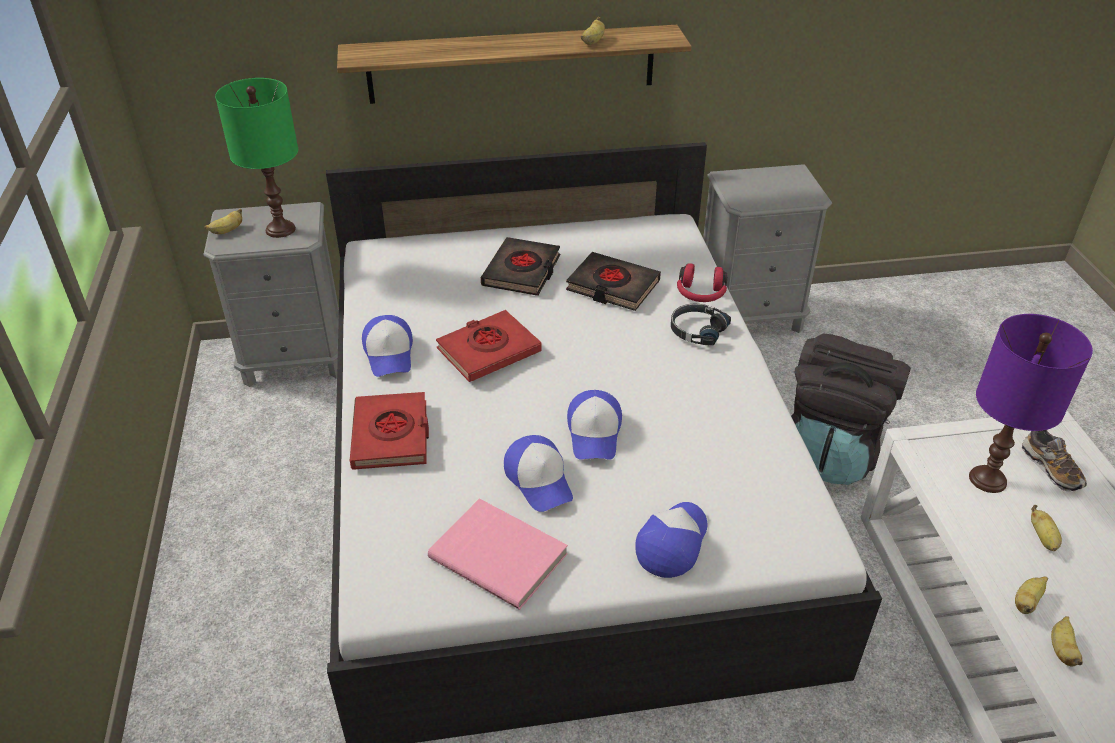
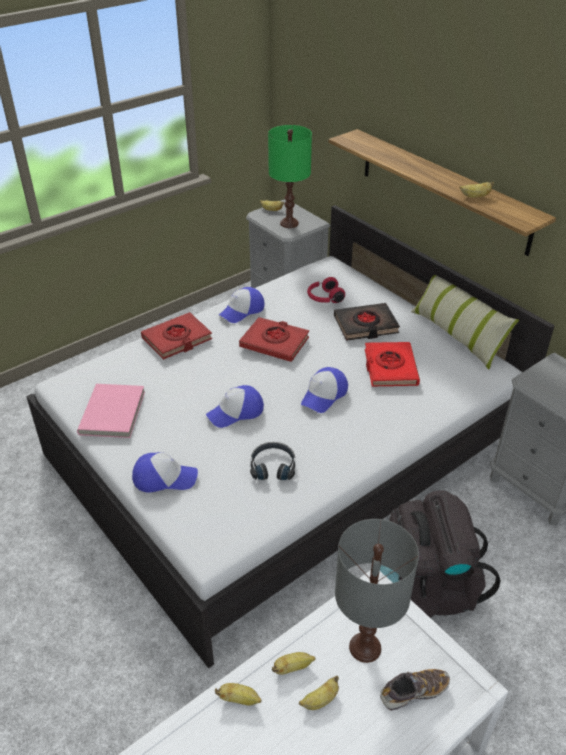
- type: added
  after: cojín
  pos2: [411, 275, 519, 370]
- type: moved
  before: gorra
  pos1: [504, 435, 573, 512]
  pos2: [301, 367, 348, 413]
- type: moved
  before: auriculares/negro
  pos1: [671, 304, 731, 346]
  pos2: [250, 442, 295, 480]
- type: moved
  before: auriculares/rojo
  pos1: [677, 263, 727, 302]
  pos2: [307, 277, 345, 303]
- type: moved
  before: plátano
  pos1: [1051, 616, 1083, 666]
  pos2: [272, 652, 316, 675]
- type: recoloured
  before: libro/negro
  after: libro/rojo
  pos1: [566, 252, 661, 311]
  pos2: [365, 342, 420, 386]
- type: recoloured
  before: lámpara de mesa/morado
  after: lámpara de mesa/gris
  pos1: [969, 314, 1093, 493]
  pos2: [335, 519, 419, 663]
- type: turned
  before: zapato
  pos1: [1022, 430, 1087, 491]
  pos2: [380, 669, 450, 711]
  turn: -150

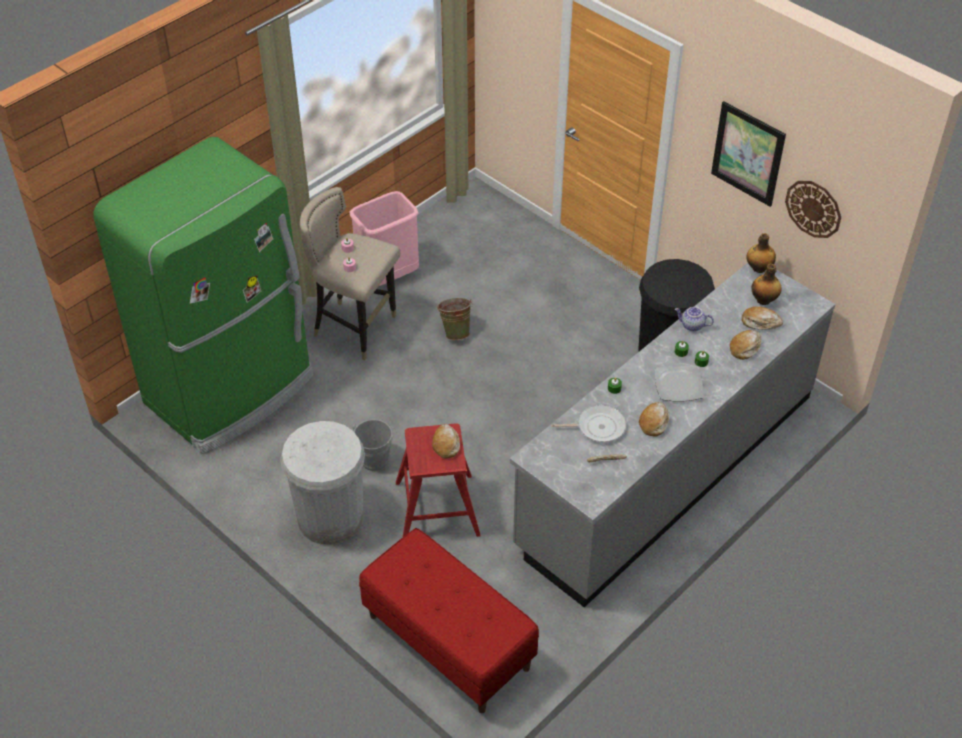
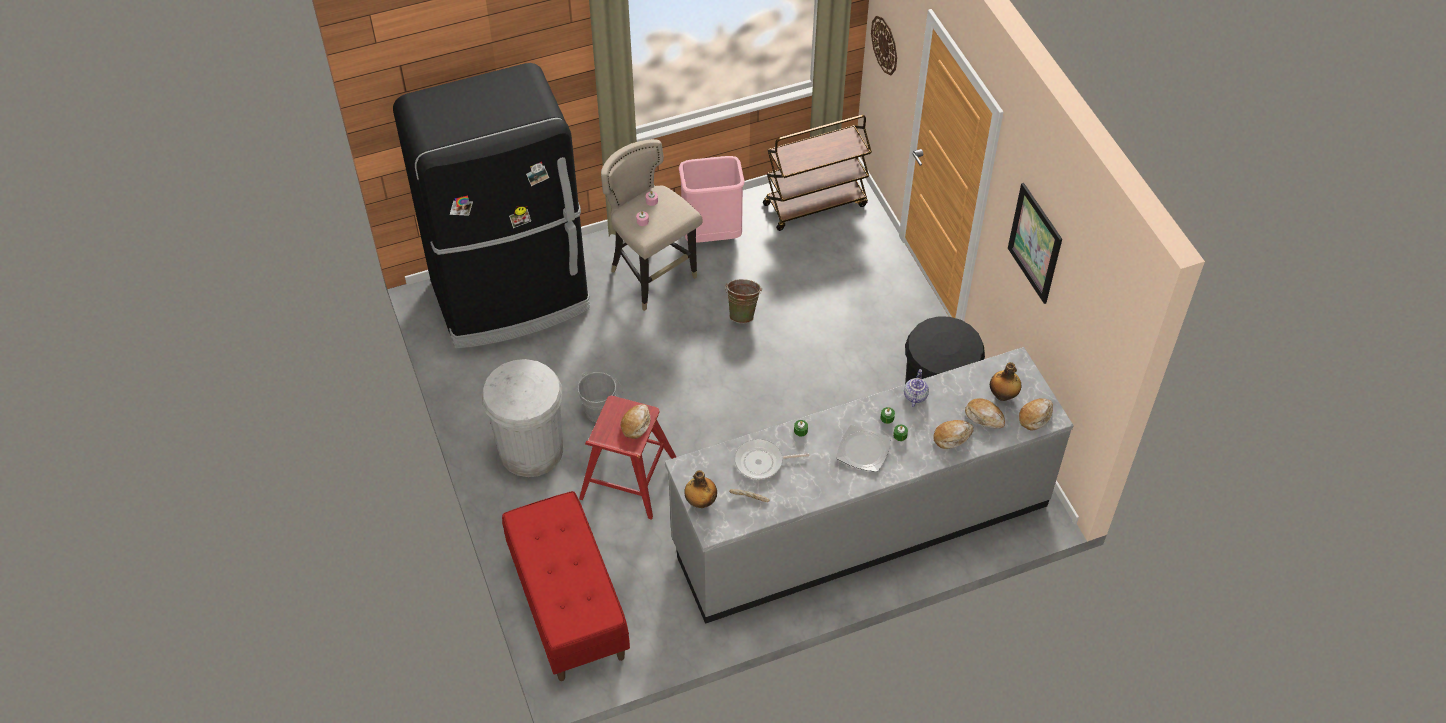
- type: added
  after: carrito/marrón
  pos2: [763, 115, 872, 231]
- type: moved
  before: pan
  pos1: [639, 402, 669, 437]
  pos2: [1019, 398, 1053, 430]
- type: moved
  before: botella
  pos1: [746, 233, 776, 273]
  pos2: [684, 470, 717, 508]
- type: moved
  before: reloj de pared
  pos1: [785, 181, 841, 238]
  pos2: [871, 16, 897, 75]
- type: recoloured
  before: nevera/verde
  after: nevera/negro
  pos1: [93, 137, 313, 454]
  pos2: [393, 63, 590, 348]
- type: turned
  before: sartén
  pos1: [551, 405, 626, 442]
  pos2: [735, 439, 809, 479]
  turn: 150
- type: turned
  before: tetera
  pos1: [675, 307, 714, 331]
  pos2: [904, 369, 929, 407]
  turn: 60

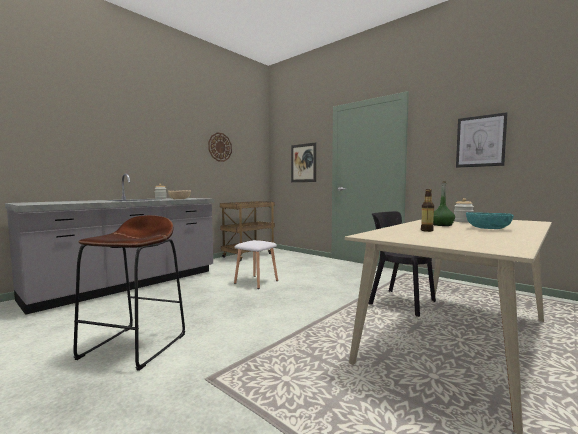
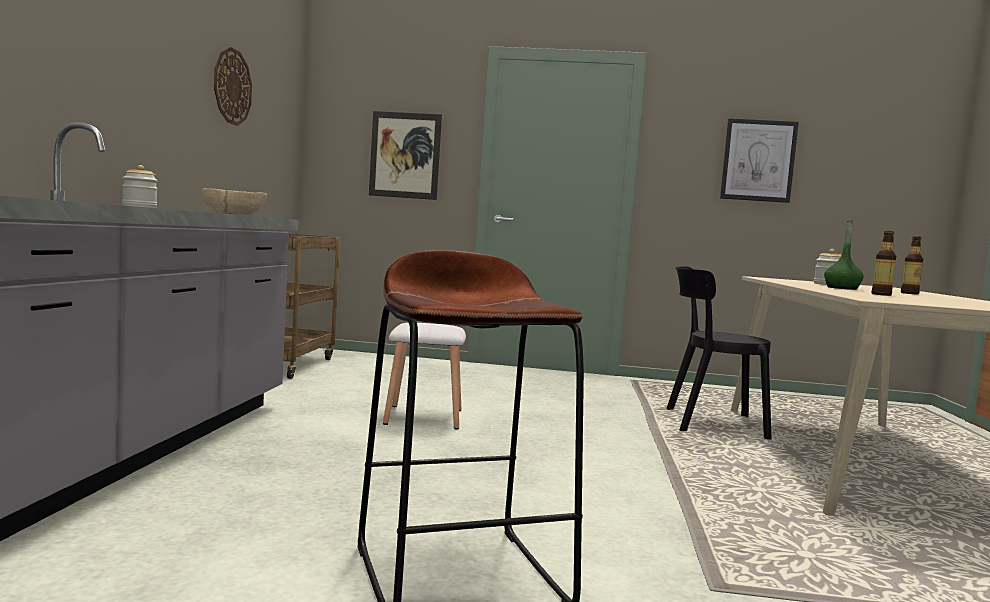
- type: replaced
  before: cuenco/turquesa
  after: botella
  pos1: [466, 212, 514, 229]
  pos2: [901, 236, 923, 295]

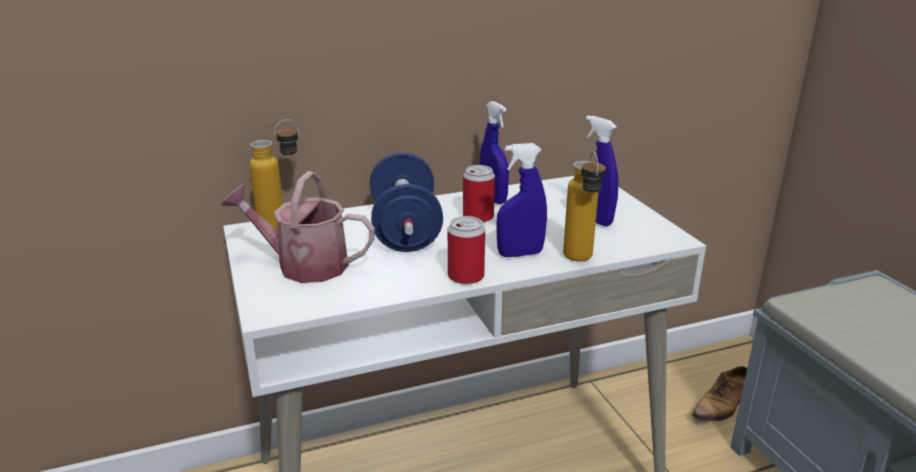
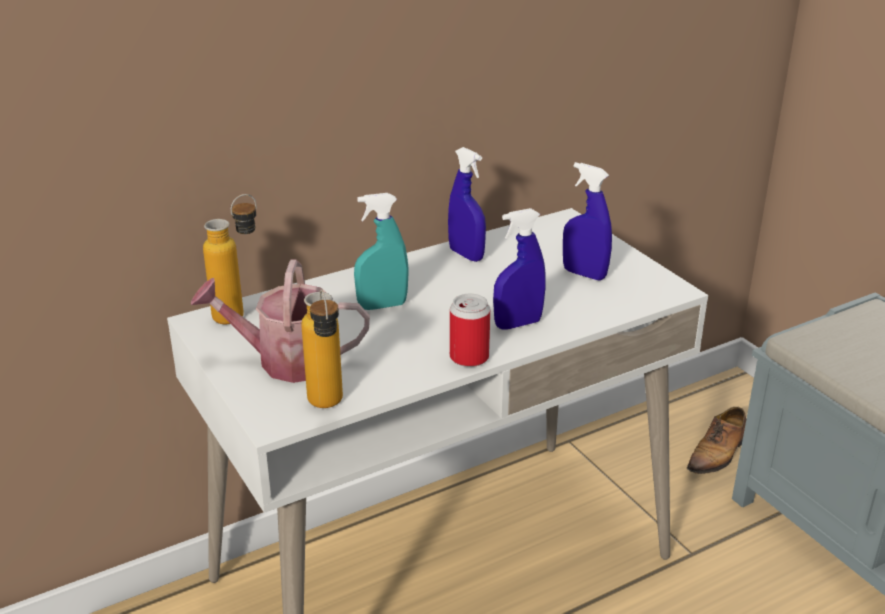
- type: removed
  before: lata
  pos1: [463, 165, 495, 222]
- type: moved
  before: botella
  pos1: [563, 152, 606, 261]
  pos2: [301, 289, 343, 408]
- type: replaced
  before: mancuerna/azul
  after: pulverizador/turquesa
  pos1: [370, 152, 443, 252]
  pos2: [354, 193, 409, 310]

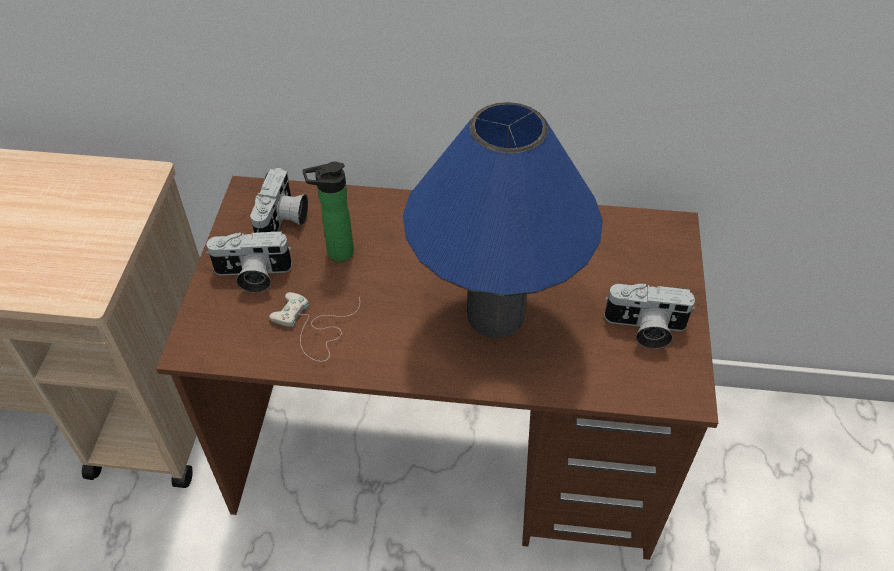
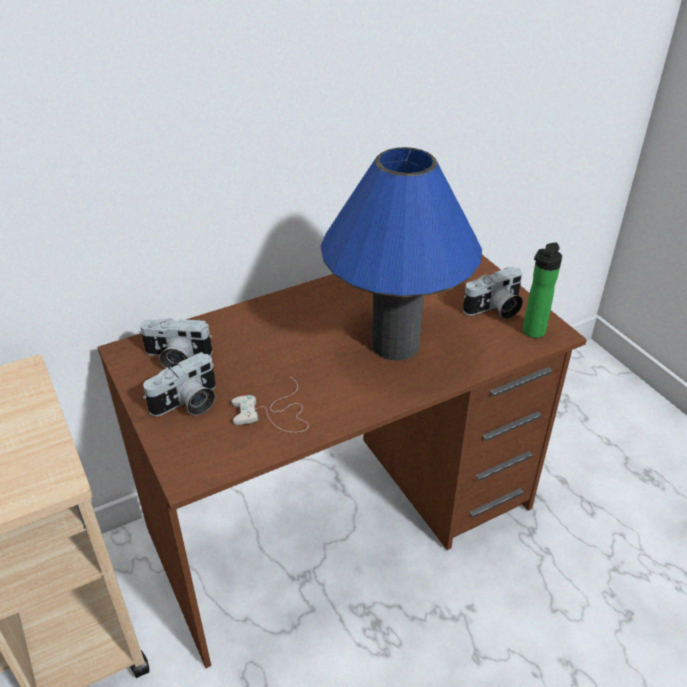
- type: moved
  before: botella
  pos1: [303, 162, 354, 262]
  pos2: [523, 243, 562, 338]
- type: turned
  before: cámara
  pos1: [250, 168, 308, 233]
  pos2: [139, 318, 213, 369]
  turn: 120

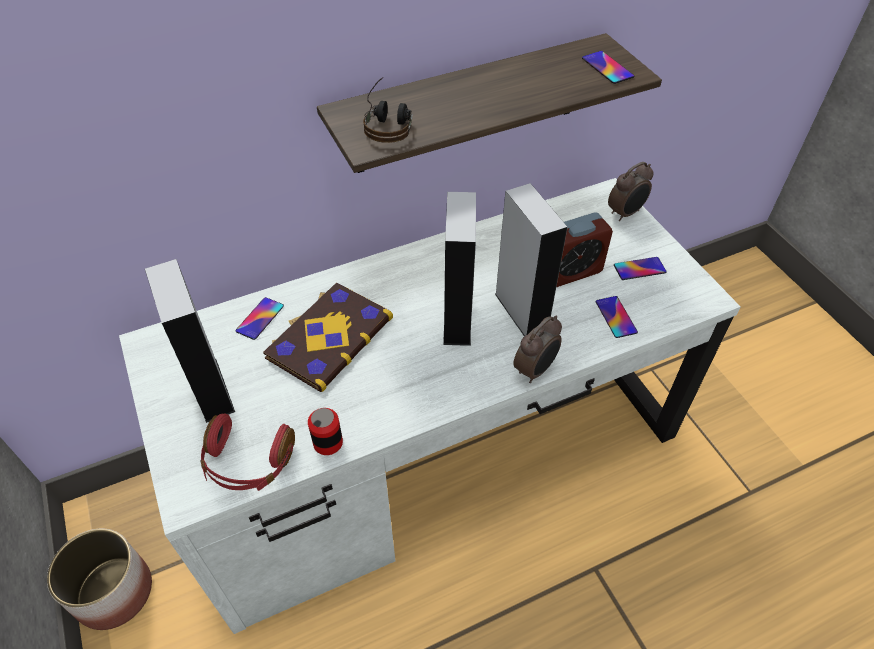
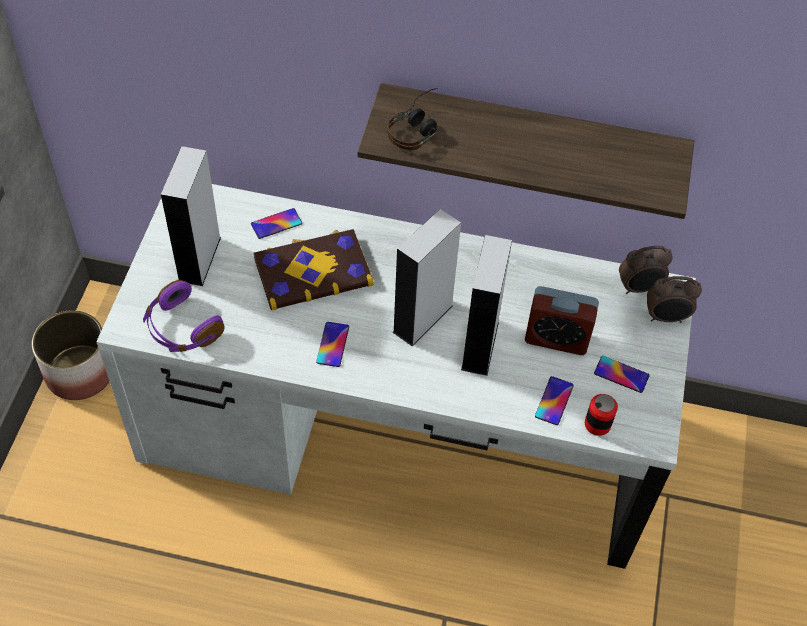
- type: moved
  before: lata
  pos1: [308, 408, 343, 455]
  pos2: [585, 394, 618, 436]
- type: moved
  before: despertador
  pos1: [513, 316, 562, 383]
  pos2: [619, 246, 673, 294]
- type: moved
  before: móvil
  pos1: [582, 51, 634, 84]
  pos2: [316, 322, 349, 367]
- type: recoloured
  before: auriculares/rojo
  after: auriculares/morado
  pos1: [201, 413, 295, 491]
  pos2: [143, 280, 225, 352]

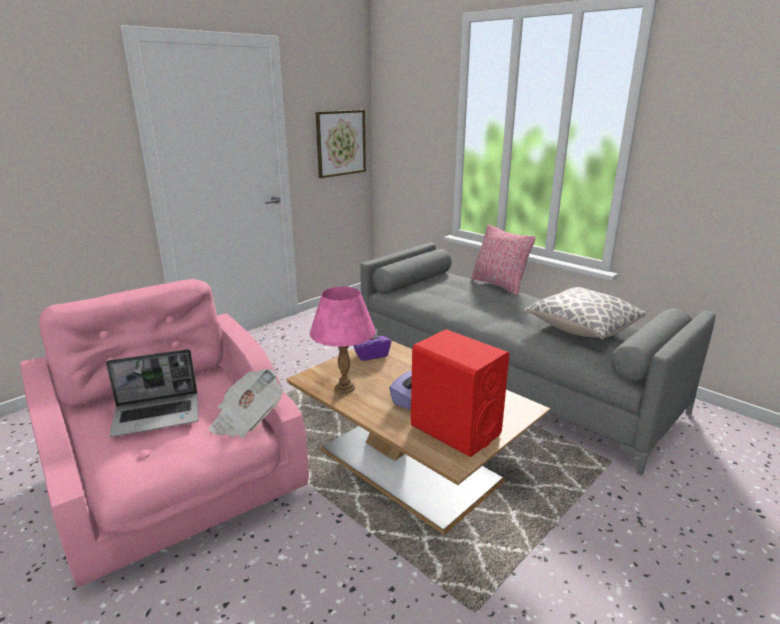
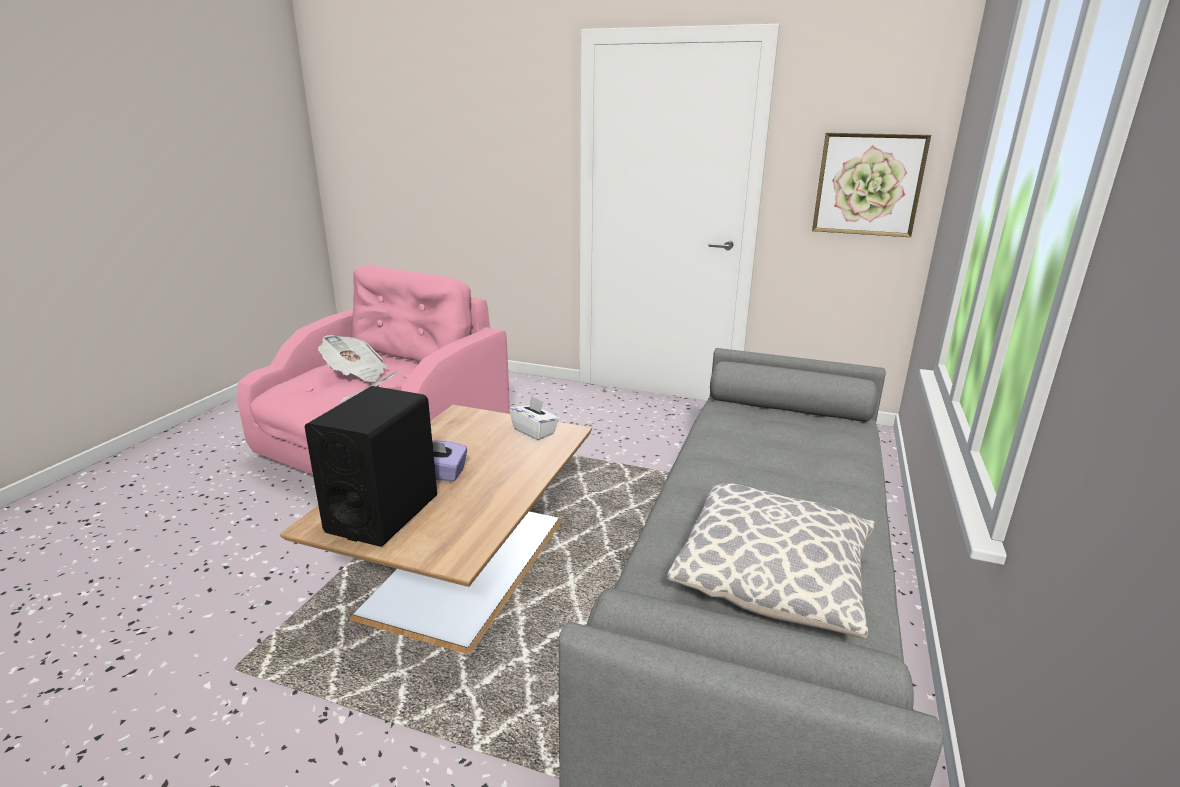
- type: removed
  before: lámpara de mesa/rosa
  pos1: [310, 287, 376, 393]
- type: removed
  before: cojín/rosa
  pos1: [471, 225, 536, 295]
- type: replaced
  before: portátil
  after: periódico
  pos1: [106, 349, 198, 437]
  pos2: [318, 335, 387, 382]
- type: recoloured
  before: caja de pañuelos/morado
  after: caja de pañuelos/blanco
  pos1: [353, 328, 391, 361]
  pos2: [509, 396, 559, 440]
- type: recoloured
  before: altavoz/rojo
  after: altavoz/negro
  pos1: [411, 329, 510, 457]
  pos2: [305, 386, 437, 547]

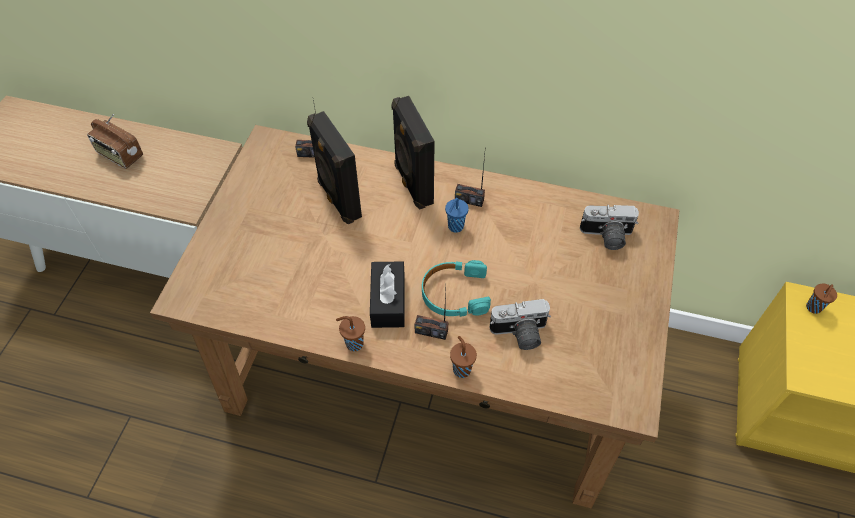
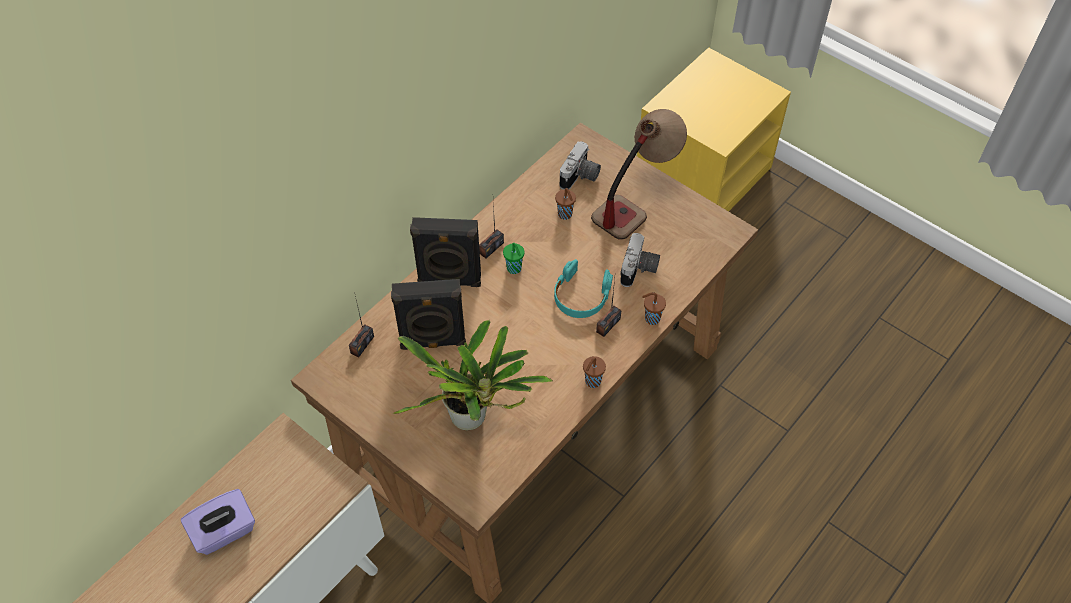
- type: removed
  before: caja de pañuelos/negro
  pos1: [370, 262, 405, 328]
- type: added
  after: planta en maceta
  pos2: [393, 320, 553, 430]
- type: added
  after: lámpara de mesa
  pos2: [591, 109, 687, 240]
- type: moved
  before: taza/marrón
  pos1: [806, 284, 837, 314]
  pos2: [555, 188, 576, 220]
- type: replaced
  before: radio
  after: caja de pañuelos/morado
  pos1: [87, 114, 143, 169]
  pos2: [181, 489, 255, 555]
- type: recoloured
  before: taza/azul
  after: taza/verde
  pos1: [445, 198, 469, 233]
  pos2: [503, 243, 524, 274]

